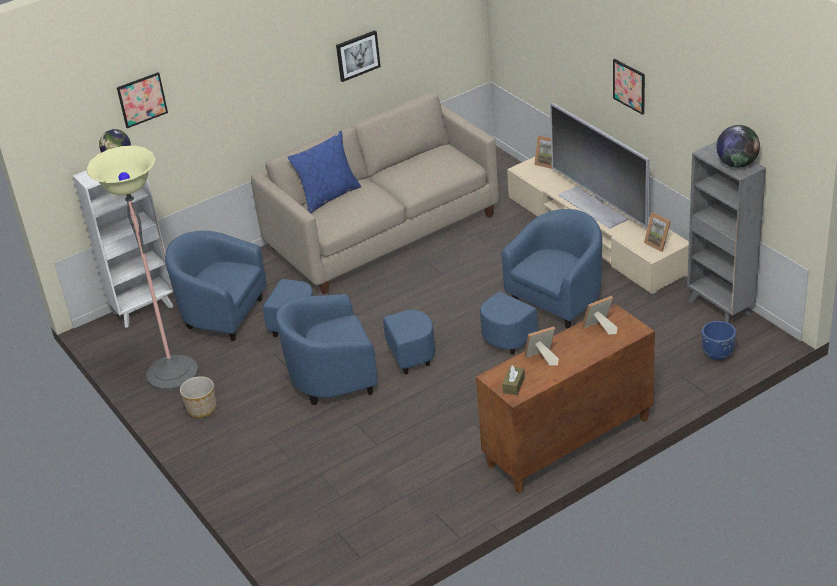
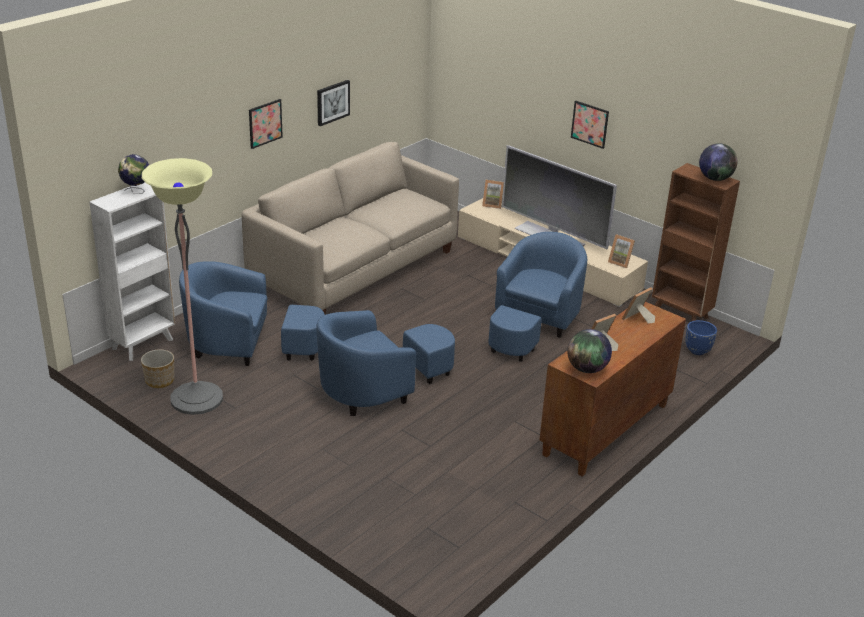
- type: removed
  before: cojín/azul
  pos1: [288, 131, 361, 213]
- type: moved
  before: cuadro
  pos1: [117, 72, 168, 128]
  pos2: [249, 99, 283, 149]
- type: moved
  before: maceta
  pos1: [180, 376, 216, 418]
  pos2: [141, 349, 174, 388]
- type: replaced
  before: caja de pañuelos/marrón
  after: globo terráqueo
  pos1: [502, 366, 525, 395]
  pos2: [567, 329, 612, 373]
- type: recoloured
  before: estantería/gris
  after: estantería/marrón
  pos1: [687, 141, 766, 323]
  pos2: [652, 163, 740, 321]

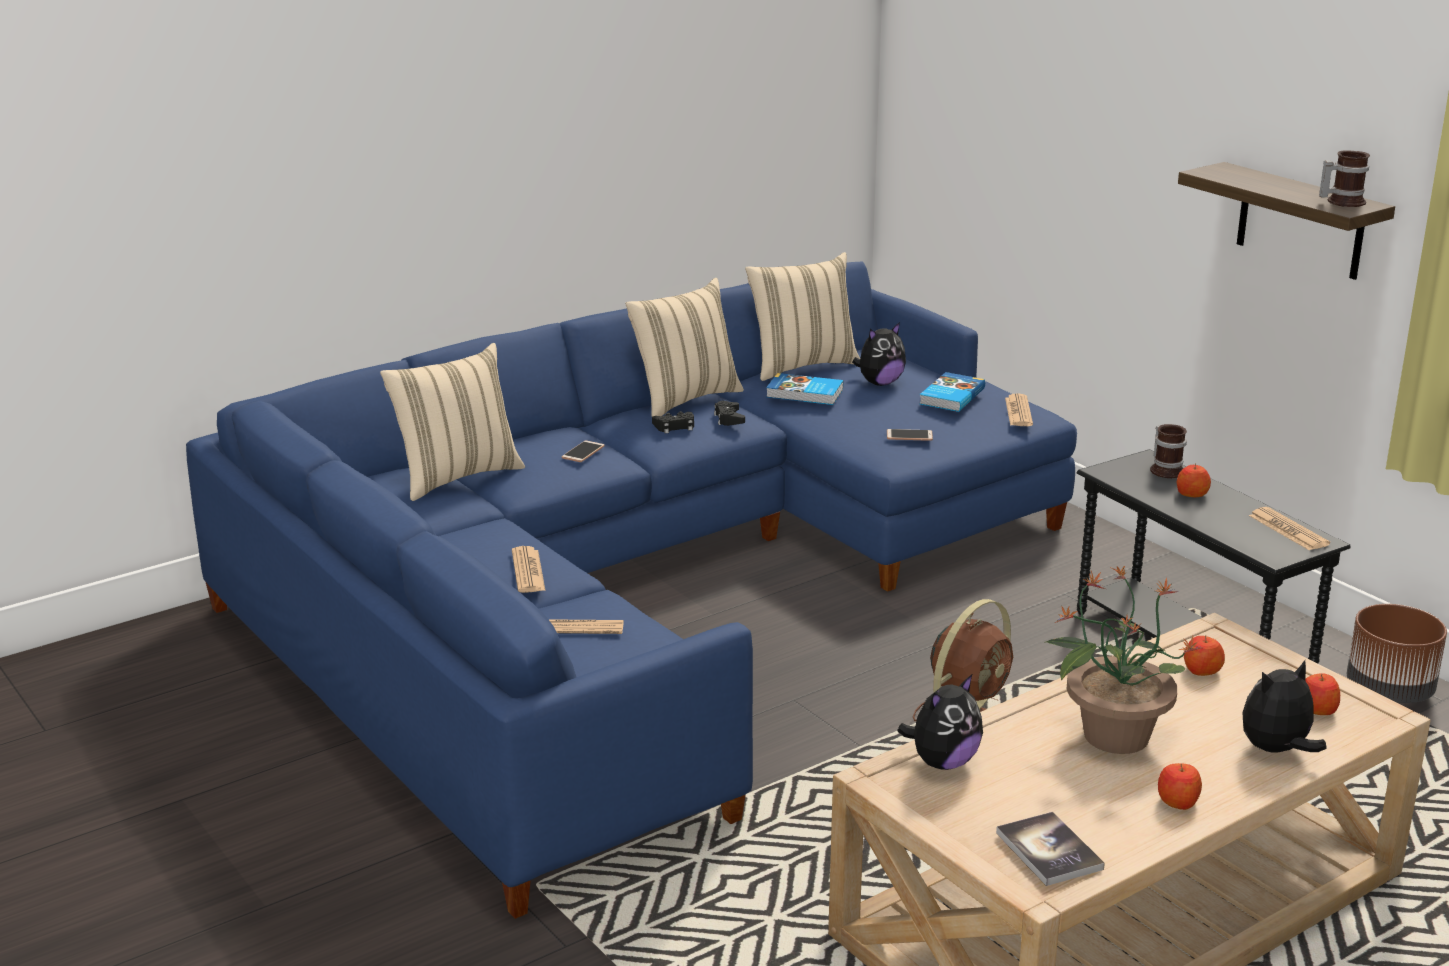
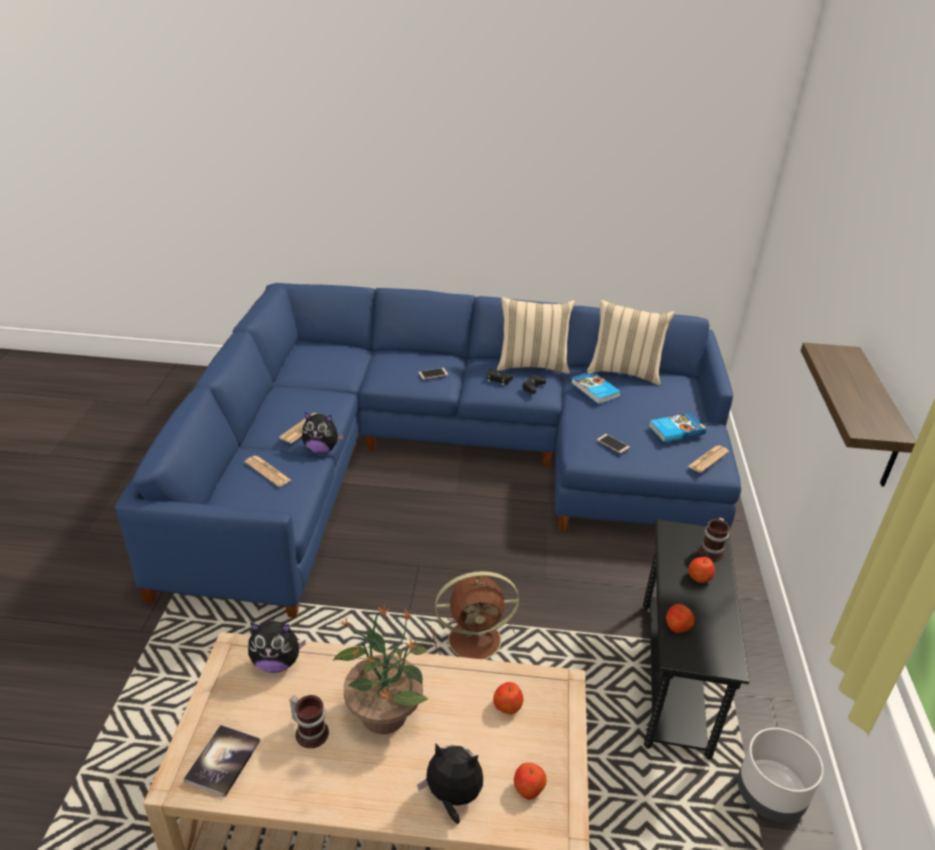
- type: removed
  before: cojín/beis
  pos1: [380, 343, 525, 501]
- type: removed
  before: periódico
  pos1: [1249, 507, 1330, 550]
- type: moved
  before: peluche
  pos1: [852, 322, 906, 386]
  pos2: [302, 412, 344, 453]
- type: moved
  before: manzana
  pos1: [1158, 763, 1202, 810]
  pos2: [666, 604, 694, 633]
- type: moved
  before: taza grande
  pos1: [1319, 150, 1370, 207]
  pos2: [289, 695, 329, 748]
- type: recoloured
  before: maceta/marrón
  after: maceta/gris
  pos1: [1347, 604, 1447, 703]
  pos2: [738, 728, 824, 822]

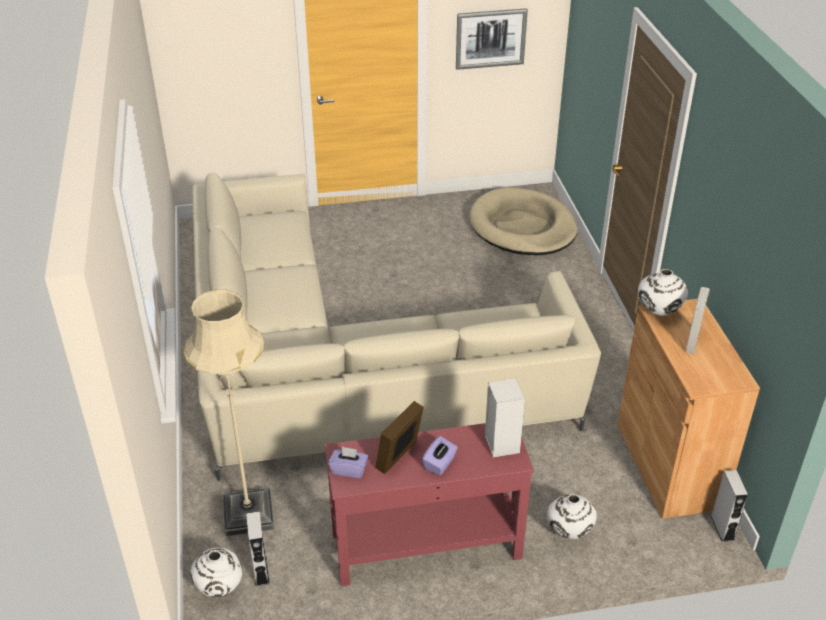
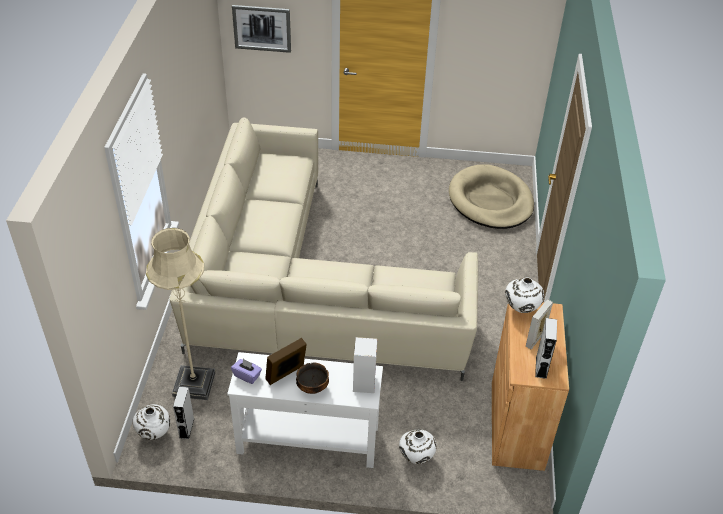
- type: moved
  before: cuadro
  pos1: [456, 8, 528, 70]
  pos2: [232, 5, 291, 53]
- type: moved
  before: altavoz/gris
  pos1: [711, 470, 748, 542]
  pos2: [535, 318, 557, 379]
- type: replaced
  before: caja de pañuelos/morado
  after: cuenco
  pos1: [422, 436, 458, 476]
  pos2: [296, 363, 329, 394]
- type: recoloured
  before: mesa consola/rojo
  after: mesa consola/blanco
  pos1: [324, 423, 534, 586]
  pos2: [227, 352, 383, 468]

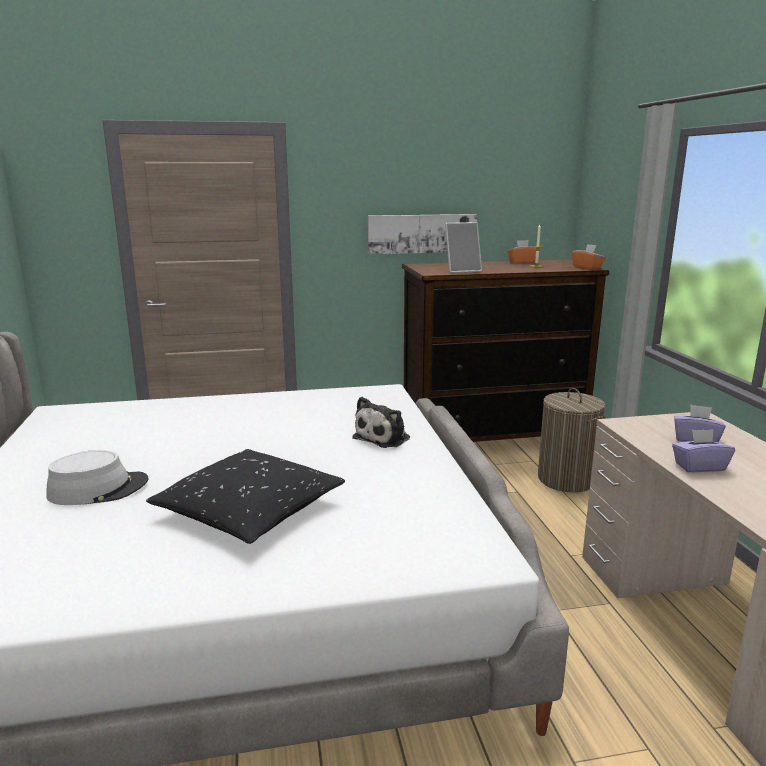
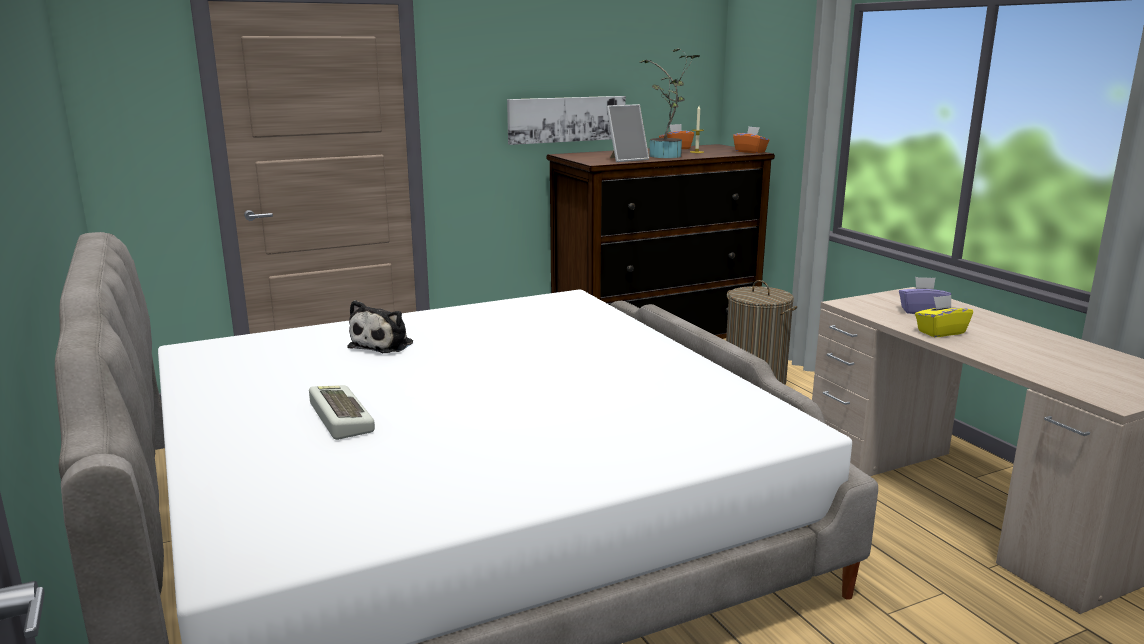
- type: removed
  before: cojín/negro
  pos1: [146, 449, 345, 544]
- type: added
  after: planta en maceta
  pos2: [639, 49, 700, 158]
- type: moved
  before: peluche
  pos1: [352, 397, 410, 448]
  pos2: [348, 300, 413, 353]
- type: replaced
  before: sombrero/gris
  after: teclado
  pos1: [46, 450, 148, 505]
  pos2: [309, 385, 375, 440]
- type: recoloured
  before: caja de pañuelos/morado
  after: caja de pañuelos/amarillo
  pos1: [672, 429, 735, 472]
  pos2: [915, 295, 973, 337]

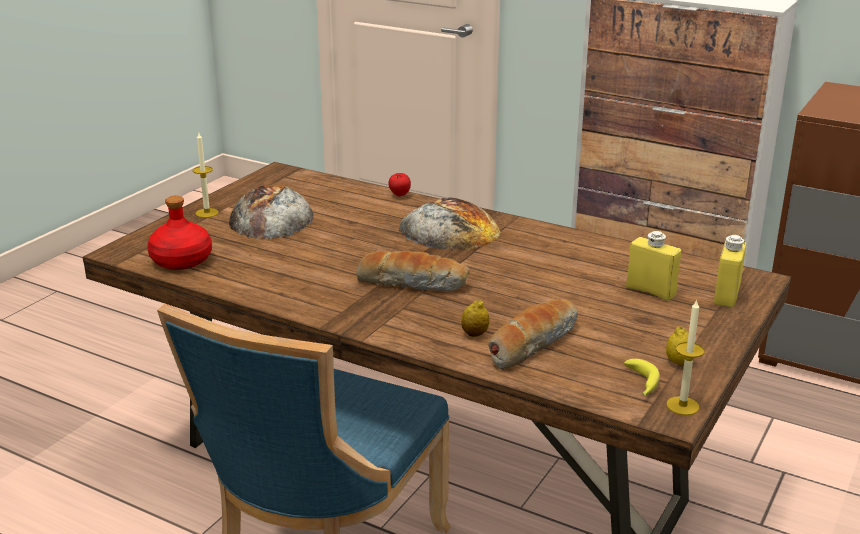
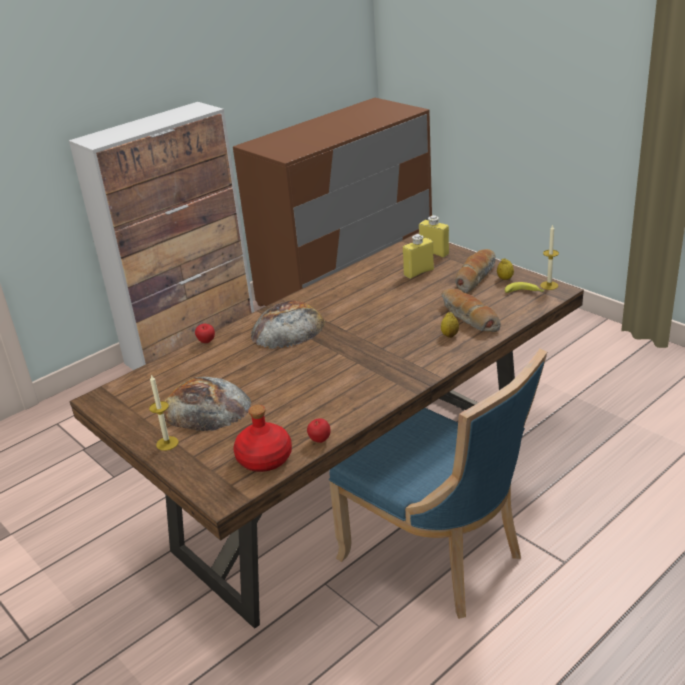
- type: added
  after: manzana
  pos2: [307, 418, 330, 443]
- type: moved
  before: pan
  pos1: [356, 251, 470, 291]
  pos2: [455, 249, 496, 293]

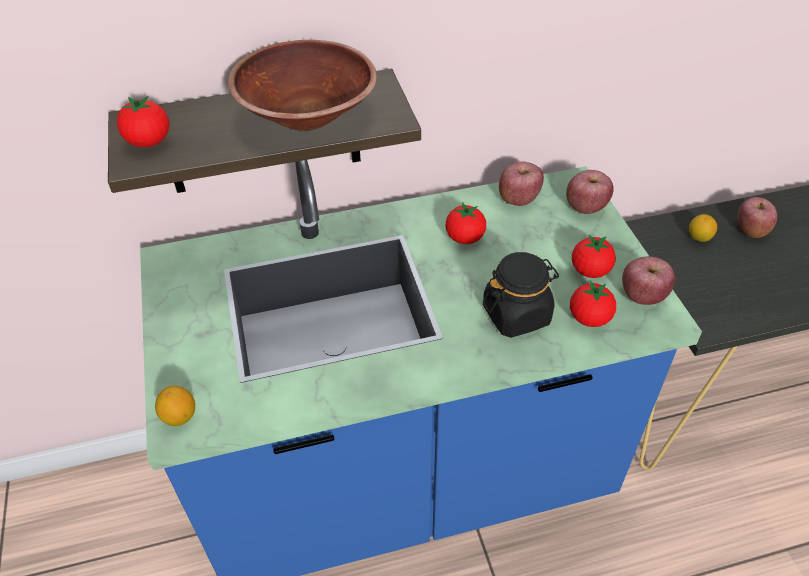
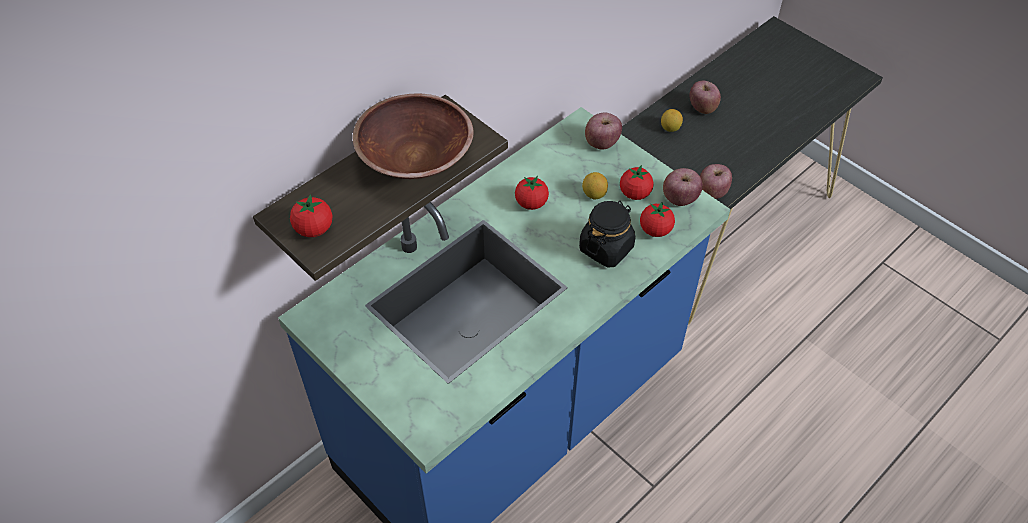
- type: moved
  before: limón
  pos1: [155, 386, 195, 426]
  pos2: [582, 172, 608, 199]
- type: moved
  before: manzana
  pos1: [499, 161, 544, 206]
  pos2: [700, 164, 732, 199]

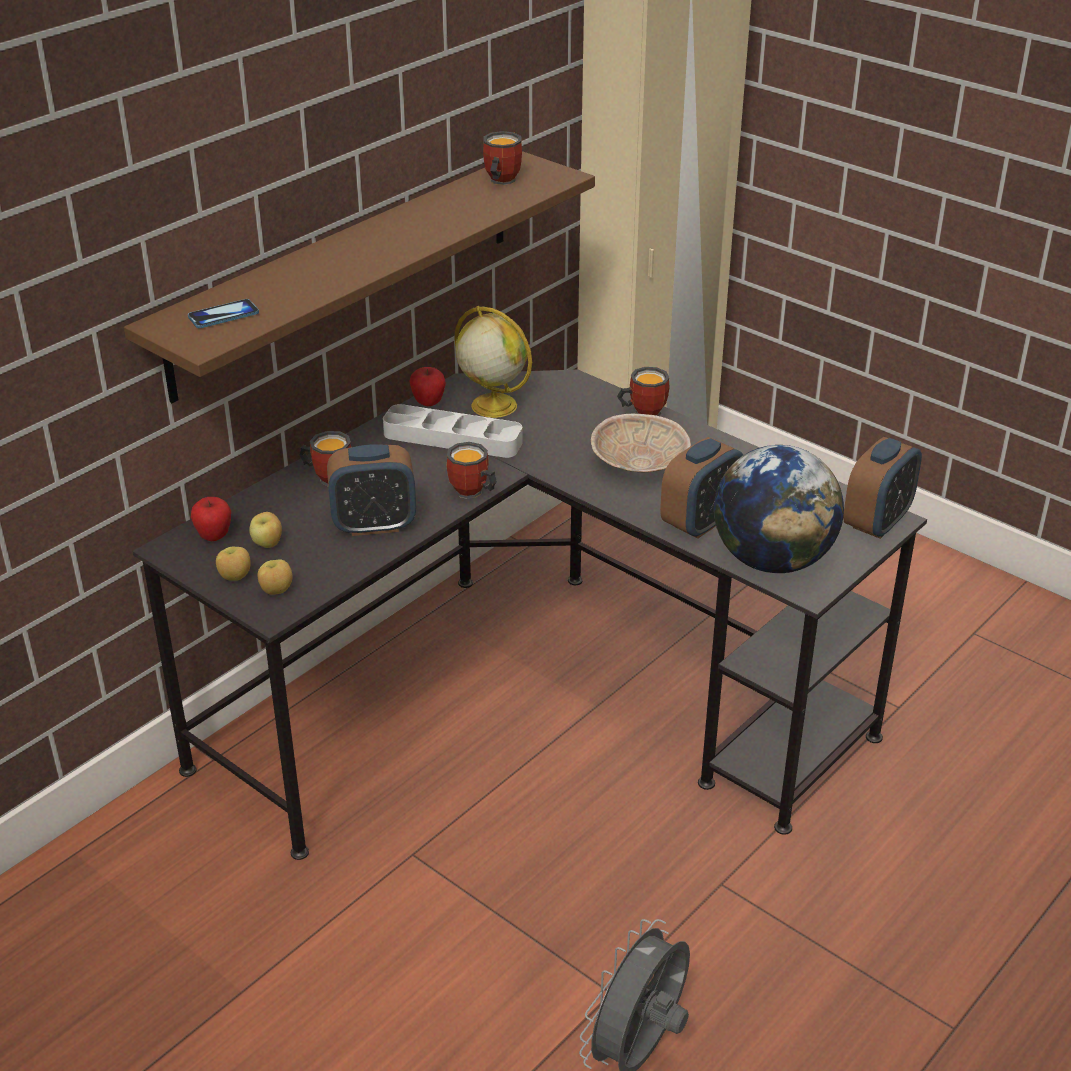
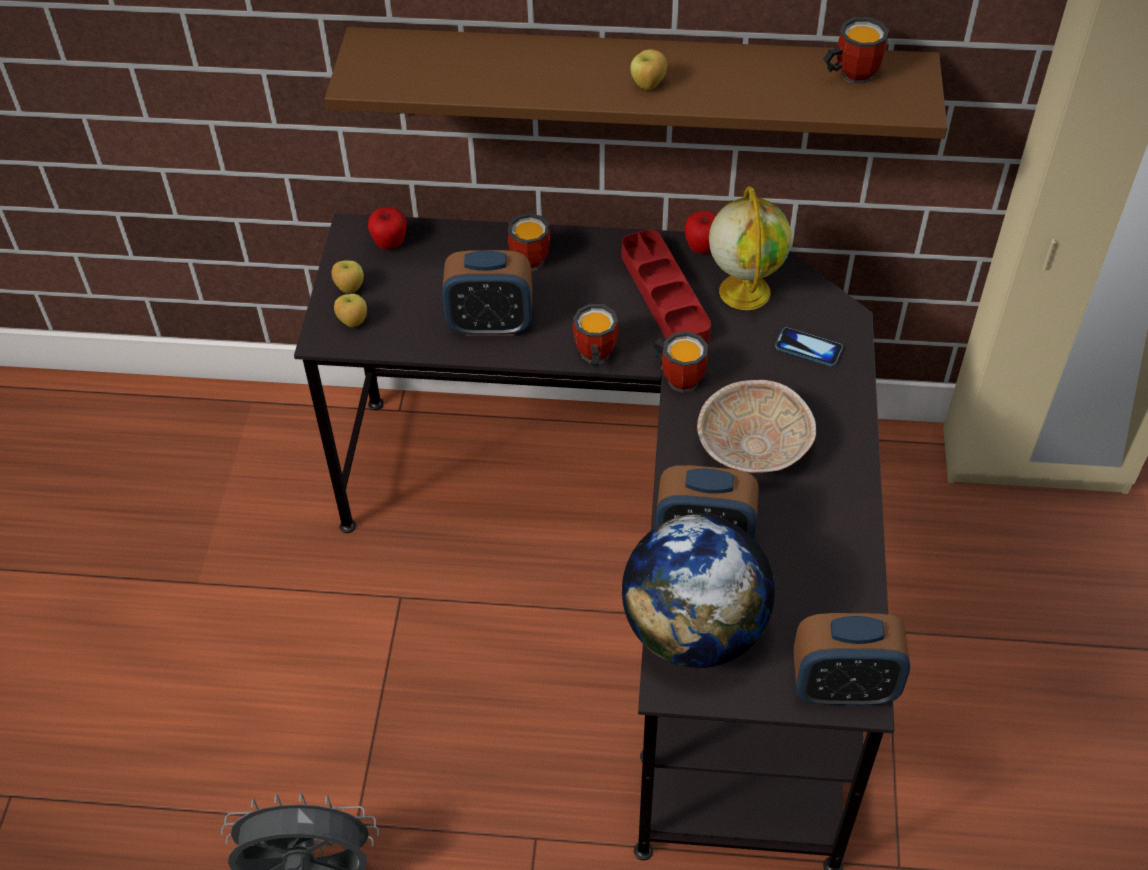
- type: moved
  before: móvil
  pos1: [188, 299, 259, 328]
  pos2: [775, 327, 843, 366]
- type: moved
  before: manzana
  pos1: [249, 512, 282, 548]
  pos2: [630, 49, 667, 90]
- type: moved
  before: taza grande
  pos1: [617, 367, 670, 416]
  pos2: [653, 331, 708, 393]
- type: recoloured
  before: bandeja/gris
  after: bandeja/rojo
  pos1: [383, 404, 523, 458]
  pos2: [622, 230, 711, 343]
- type: turned
  before: despertador
  pos1: [327, 444, 416, 536]
  pos2: [442, 250, 532, 336]
  turn: -45

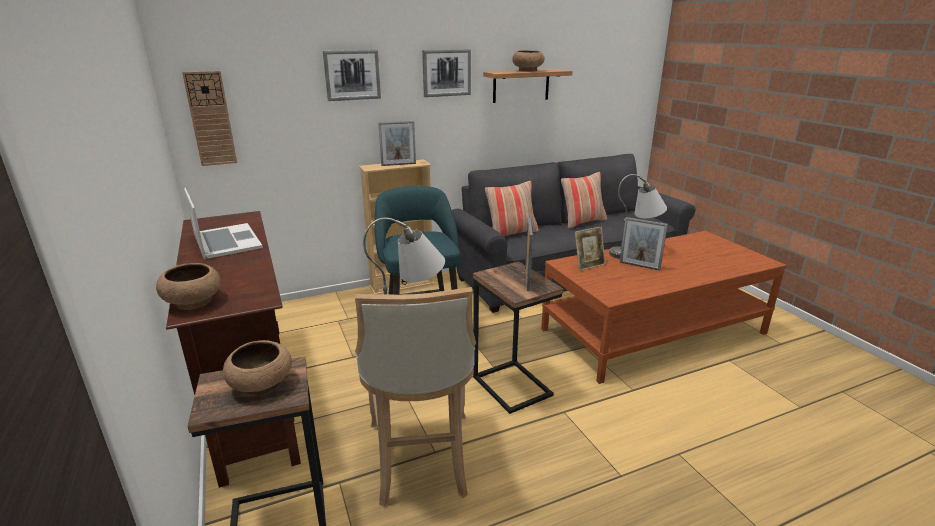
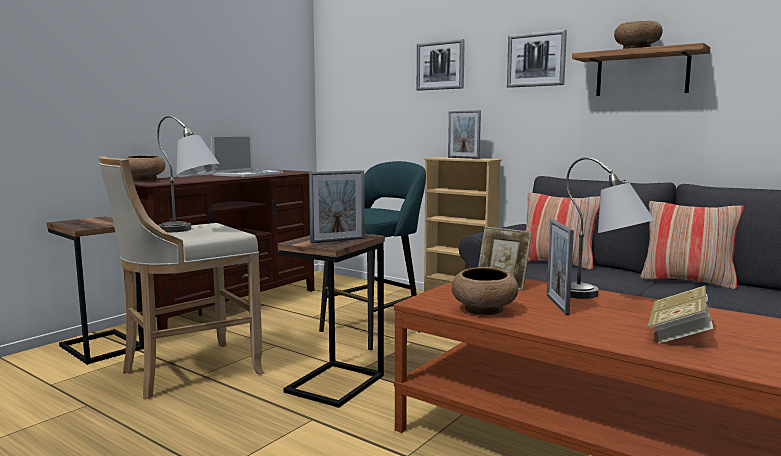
- type: removed
  before: reloj de pared
  pos1: [182, 71, 237, 166]
- type: added
  after: libro
  pos2: [647, 285, 714, 343]
- type: moved
  before: cuenco/marrón
  pos1: [223, 340, 292, 396]
  pos2: [452, 267, 519, 315]

